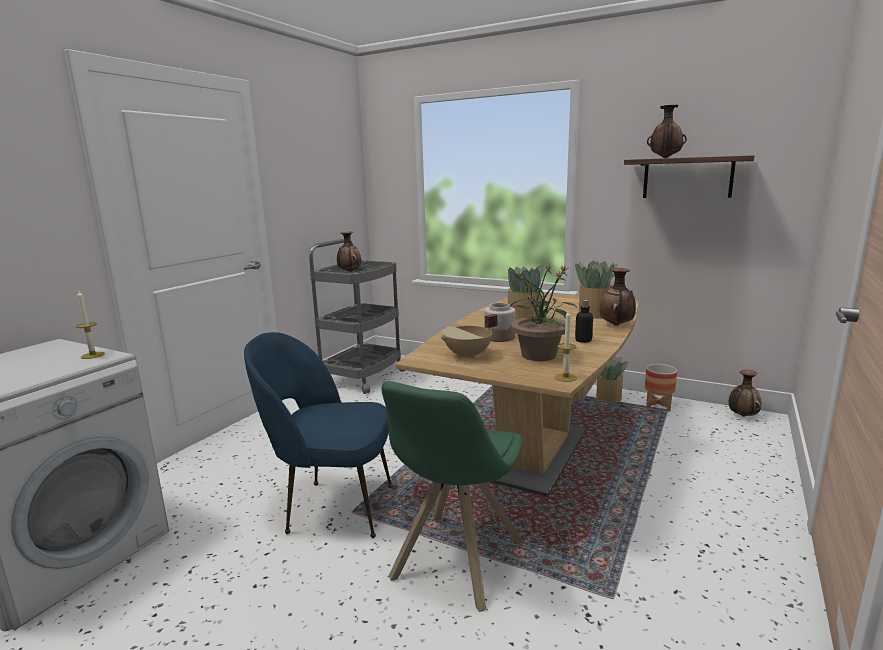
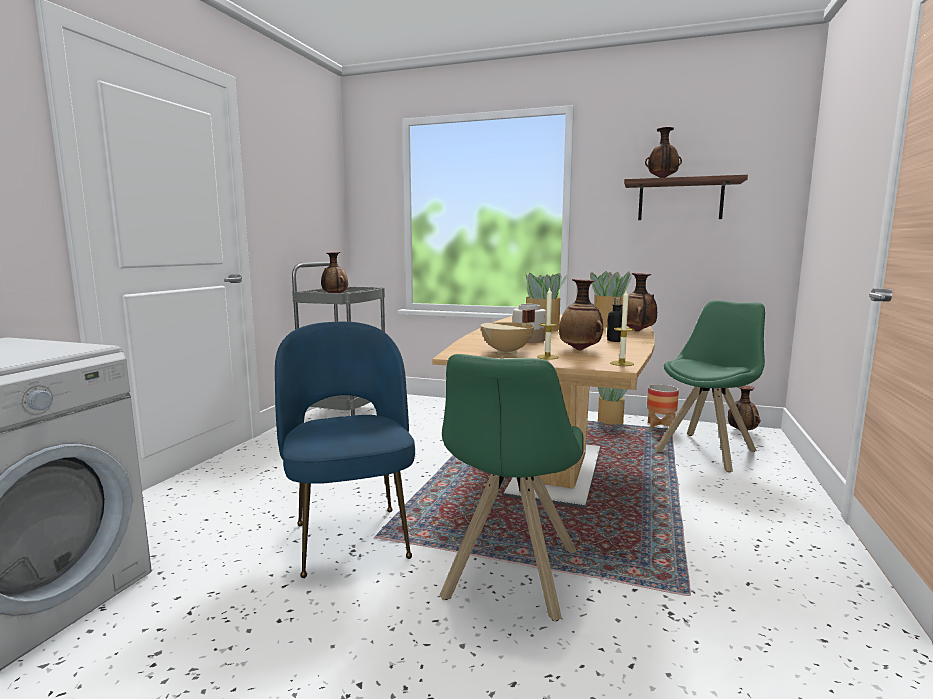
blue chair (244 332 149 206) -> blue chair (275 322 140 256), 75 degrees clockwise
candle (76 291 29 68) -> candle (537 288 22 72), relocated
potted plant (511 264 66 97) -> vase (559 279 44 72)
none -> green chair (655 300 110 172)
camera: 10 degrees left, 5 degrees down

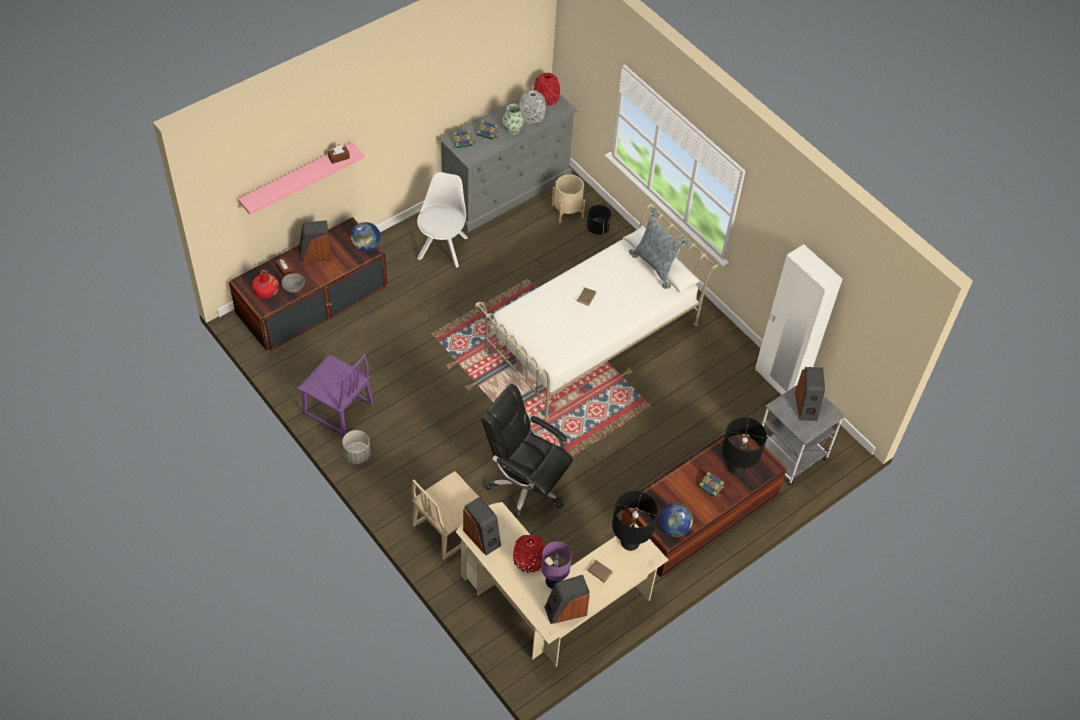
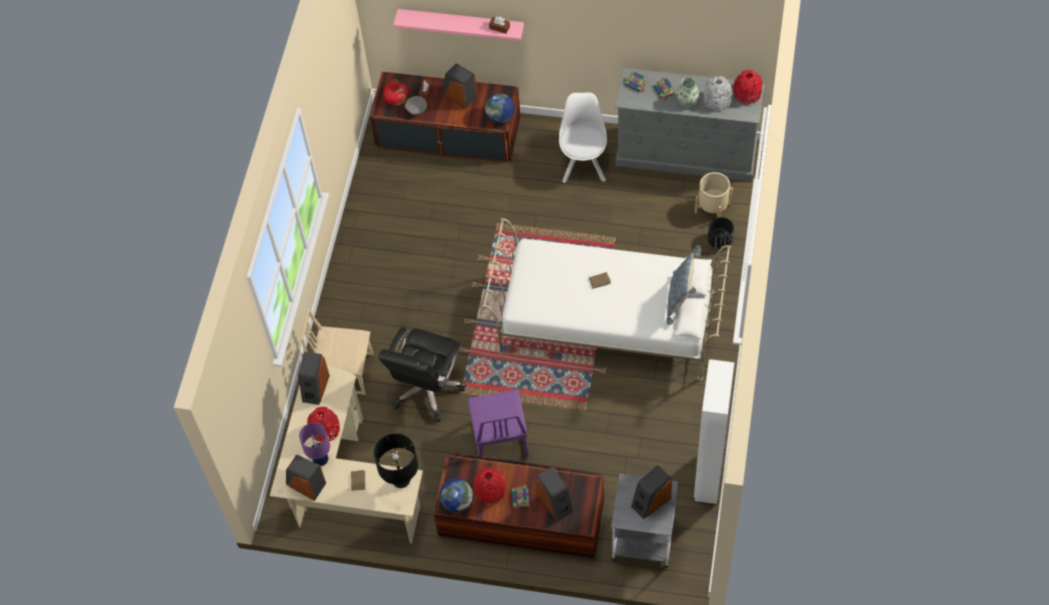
black office chair (481 384 92 134) -> black office chair (378 327 88 95), 150 degrees counterclockwise
purple chair (297 354 76 82) -> purple chair (468 389 61 69), relocated
none -> red vase (474 467 31 36)
black table lamp (722 417 45 59) -> speaker (536 467 37 54)
white chair (417 172 51 96) -> white chair (559 92 48 91), 60 degrees counterclockwise
grey planter (342 430 28 34) -> none
camera: 55 degrees right, 5 degrees up

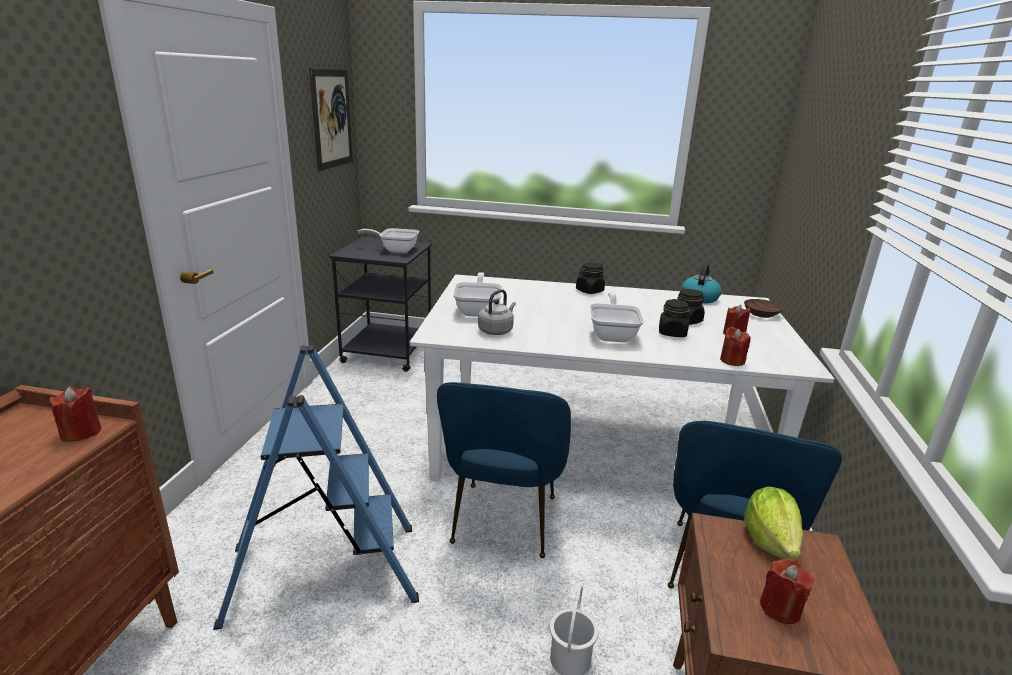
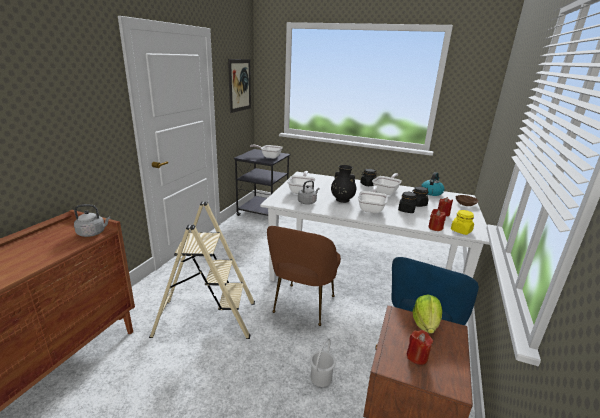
red candle (49 387 53 55) -> grey kettle (74 204 37 33)
blue step ladder (213 345 206 285) -> beige step ladder (149 202 106 137)
blue chair (437 382 134 176) -> brown chair (267 226 74 100)
none -> black vase (331 165 25 38)
none -> frying pan (372 173 30 22)
none -> yellow jar (451 210 23 25)
camera: 10 degrees right, 0 degrees up

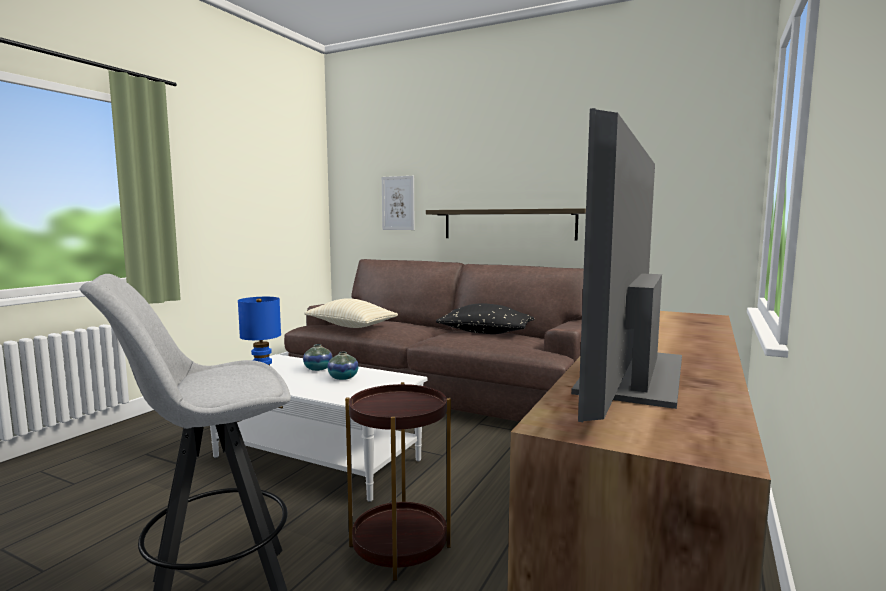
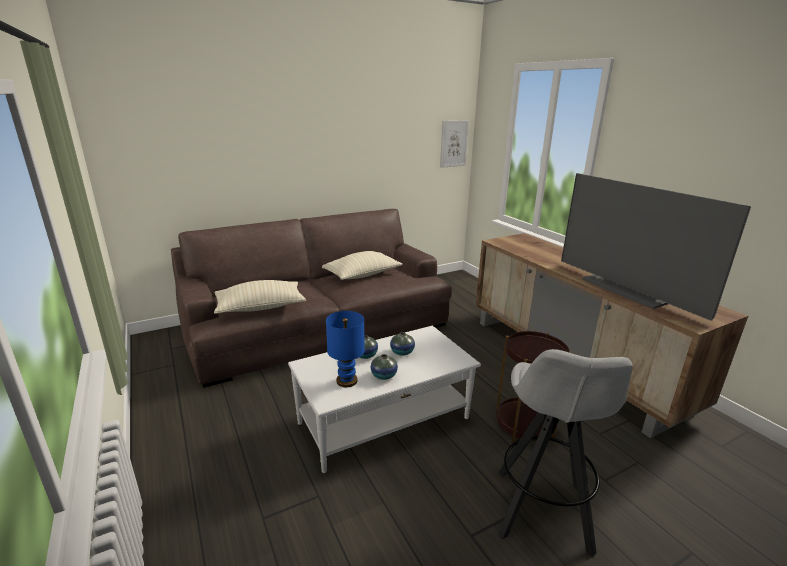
black pillow (436 303 99 31) -> beige pillow (322 251 80 29)
none -> vase (371 354 27 26)
picture (382 176 33 54) -> picture (440 120 29 48), relocated
shelf (426 208 160 32) -> none
camera: 55 degrees left, 15 degrees up

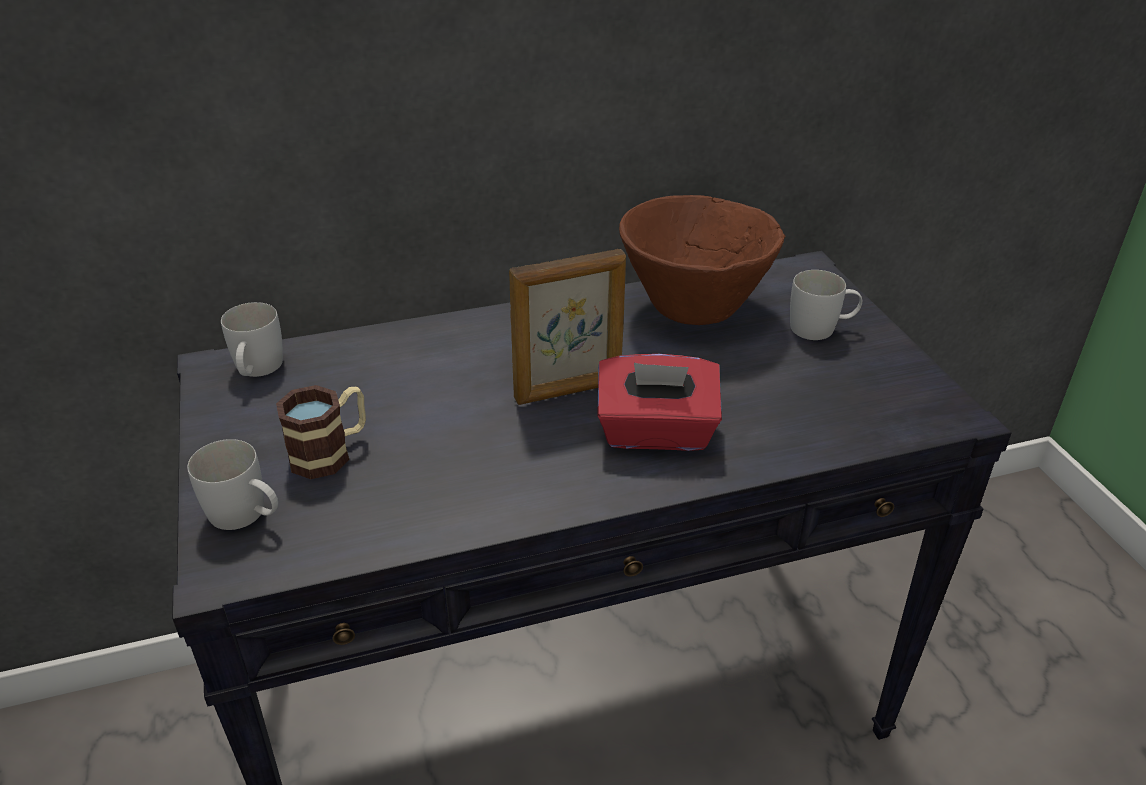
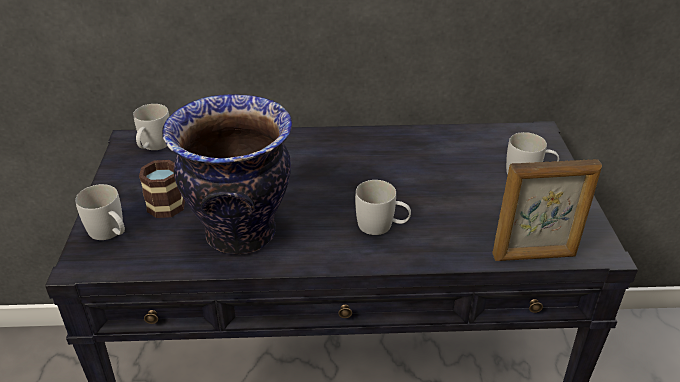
none -> vase (162 94 130 160)
red tissue box (597 354 125 97) -> white mug (355 180 56 55)
picture frame (509 249 117 156) -> picture frame (492 159 110 102), relocated
brown bowl (619 195 166 130) -> none
camera: 15 degrees right, 0 degrees up

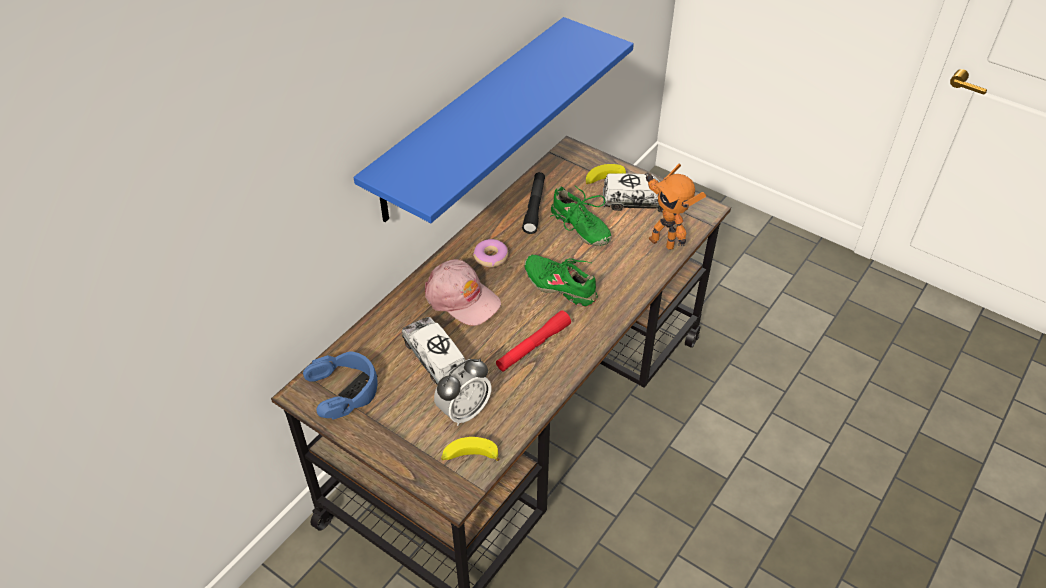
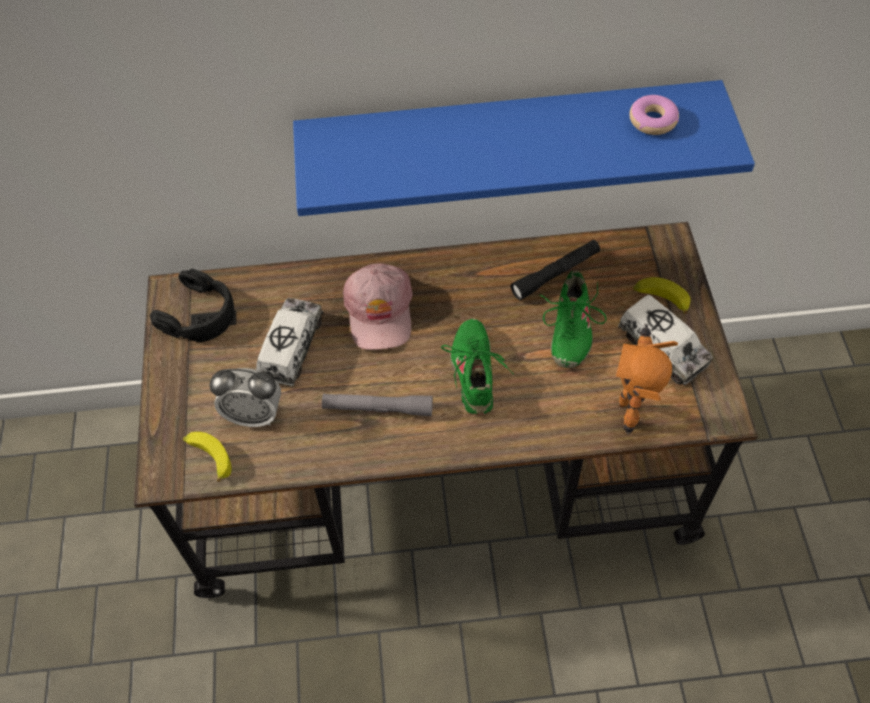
blue headphones (303 351 75 69) -> black headphones (150 269 84 73)
red flashlight (496 310 75 61) -> grey flashlight (322 394 111 22)
donut (473 239 36 28) -> donut (629 95 50 40), relocated
camera: 50 degrees right, 10 degrees up

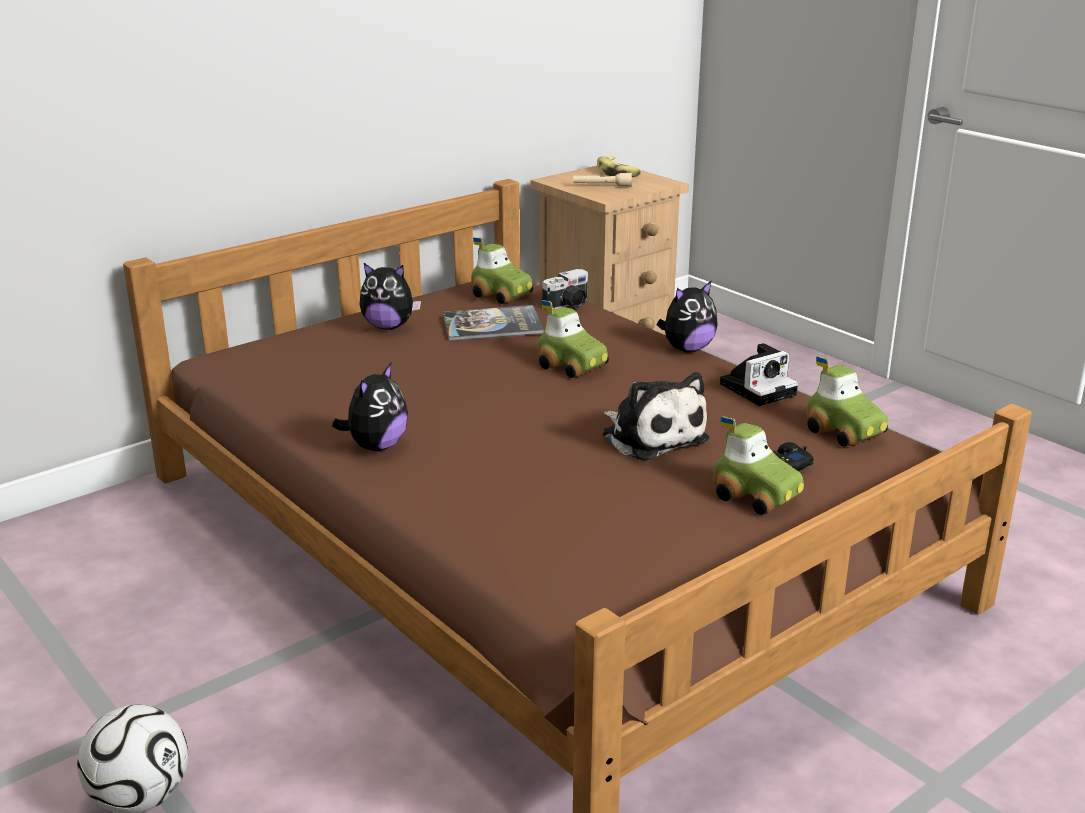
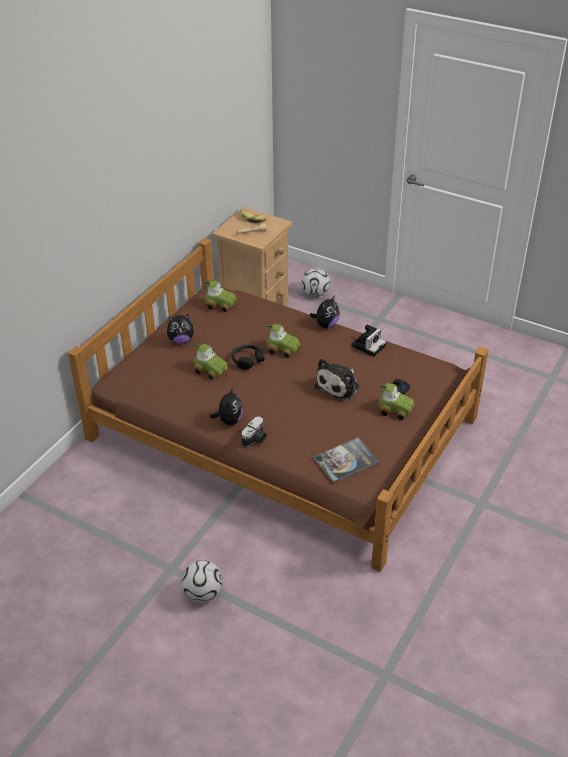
toy car (807 356 81 91) -> toy car (194 344 34 36), relocated
none -> black headphones (231 345 33 25)
photo camera (542 269 46 41) -> photo camera (242 416 25 31), relocated
none -> football (301 267 29 30)
book (443 305 101 36) -> book (313 437 66 46), relocated
plush toy (603 372 106 89) -> plush toy (314 358 45 43), 90 degrees clockwise
camera: 20 degrees left, 15 degrees up

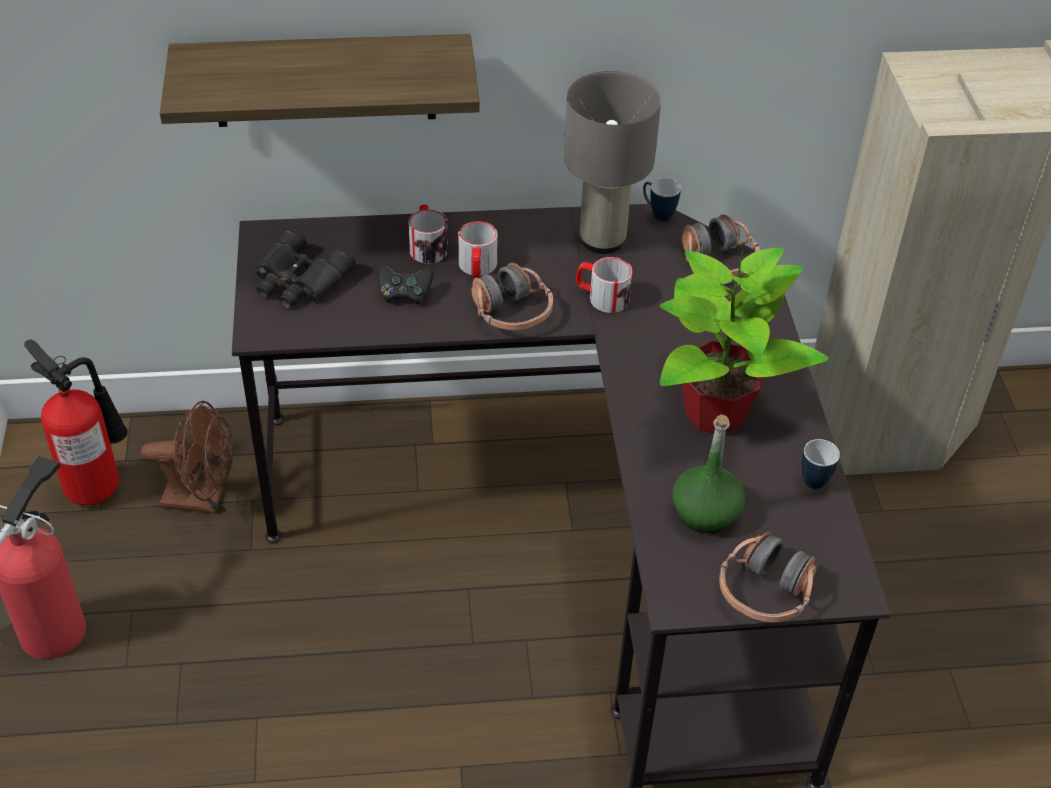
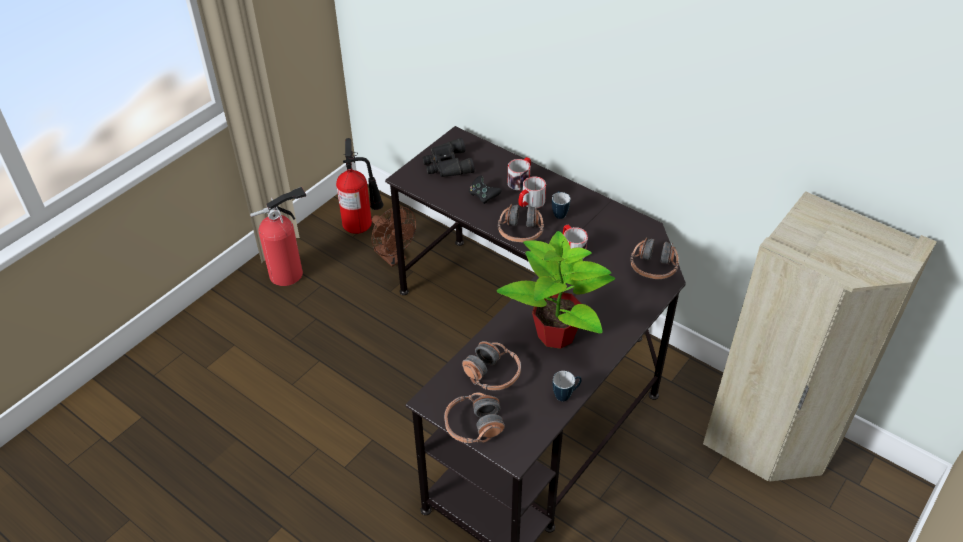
green bottle (672 414 73 119) -> headphones (462 341 59 49)
mug (643 178 38 44) -> mug (552 191 19 28), relocated
shelf (160 34 320 93) -> none
grey table lamp (564 71 97 183) -> none
camera: 45 degrees right, 0 degrees up

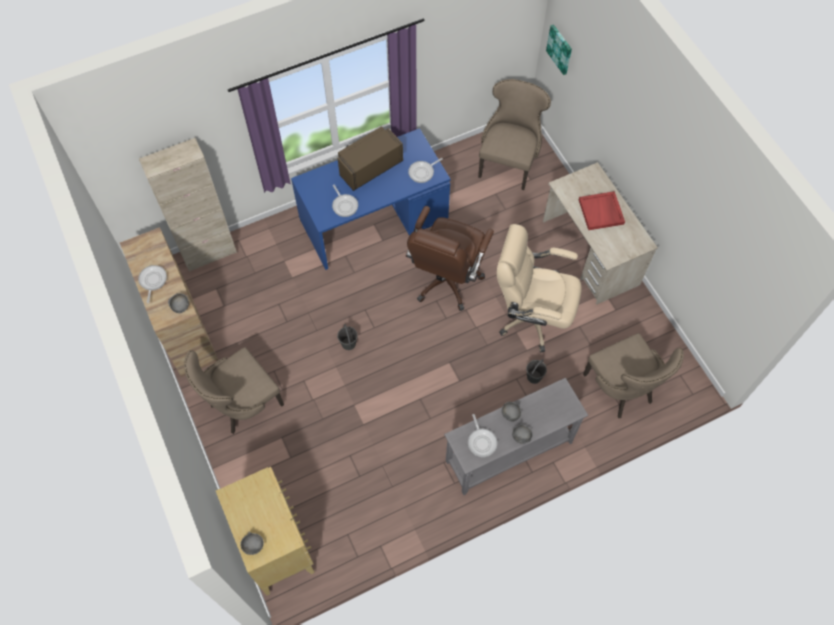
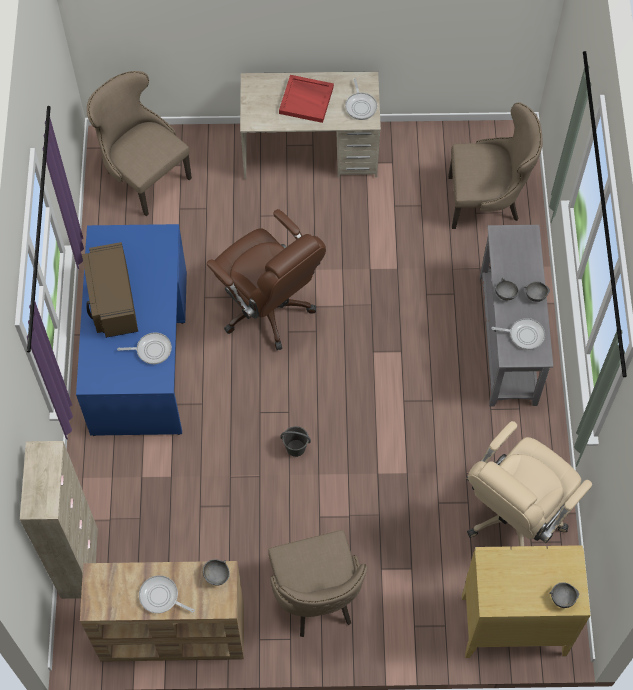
frying pan (408 158 35 25) -> frying pan (345 78 32 42), relocated
beige office chair (497 224 85 129) -> beige office chair (466 421 126 125), relocated
grey bucket (526 359 21 25) -> none
picture (546 24 26 51) -> none
camera: 65 degrees left, 0 degrees up

